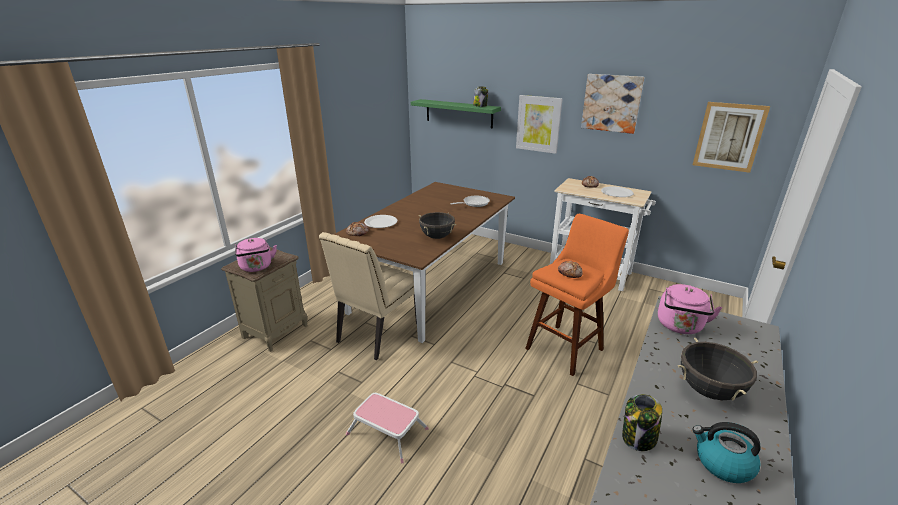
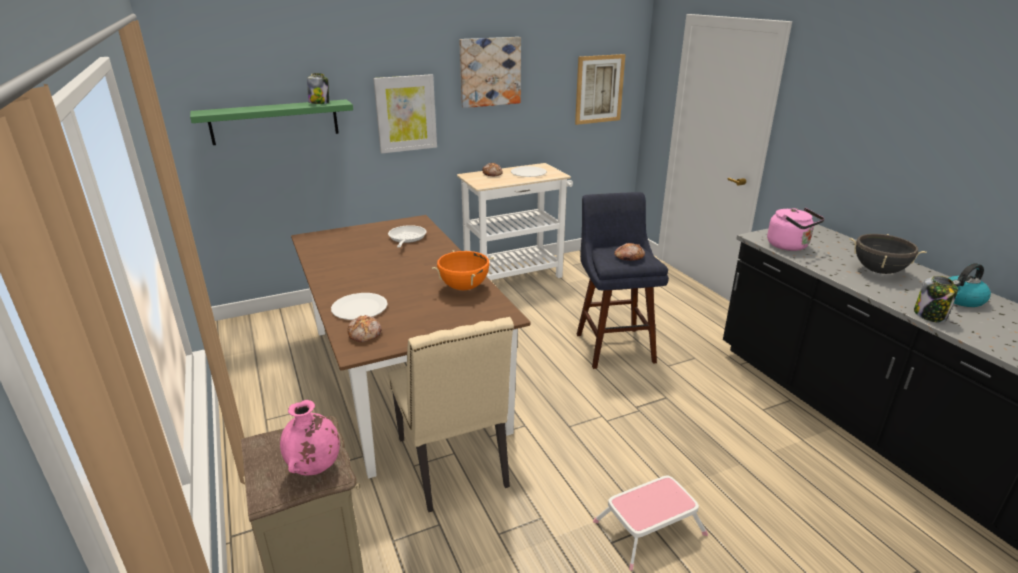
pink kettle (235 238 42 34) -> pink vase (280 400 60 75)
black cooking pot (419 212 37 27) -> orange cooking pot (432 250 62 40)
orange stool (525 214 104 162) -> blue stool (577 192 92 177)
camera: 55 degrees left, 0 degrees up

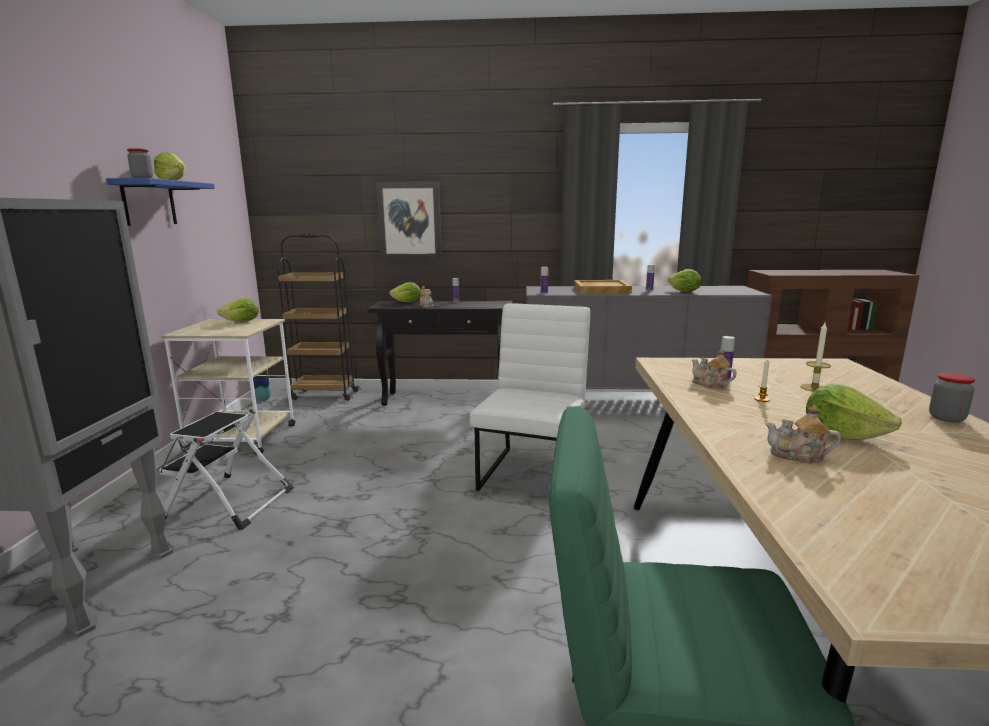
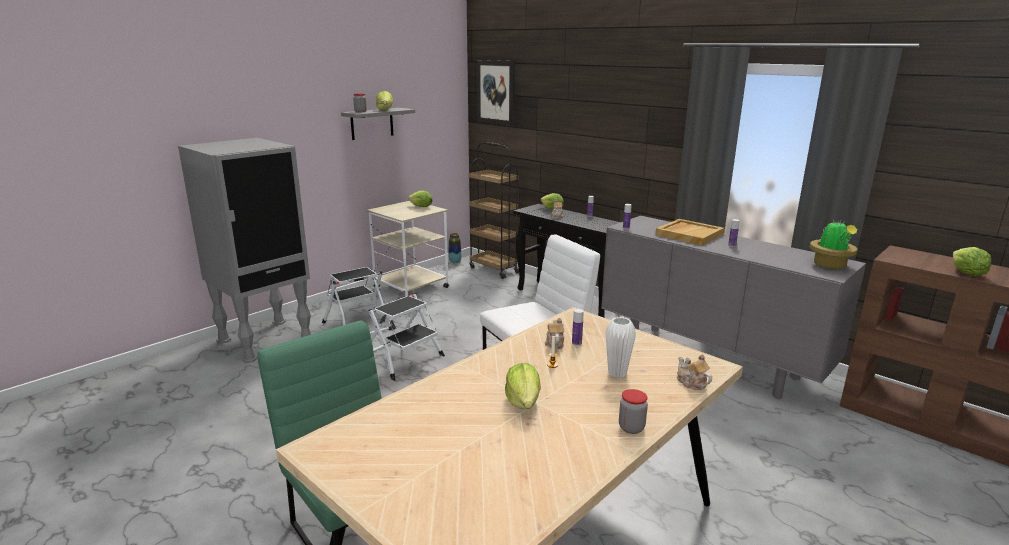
blue shelf (106 178 109 48) -> grey shelf (341 108 74 32)
none -> step ladder (368 293 77 88)
picture (376 181 66 79) -> picture (476 60 39 66), relocated
candle (800 323 31 69) -> white vase (606 317 30 61)
teapot (765 406 76 58) -> teapot (677 354 35 36), relocated
none -> potted plant (810 218 48 51)
lettuce (668 269 33 23) -> lettuce (953 247 38 29), relocated
camera: 40 degrees right, 5 degrees up

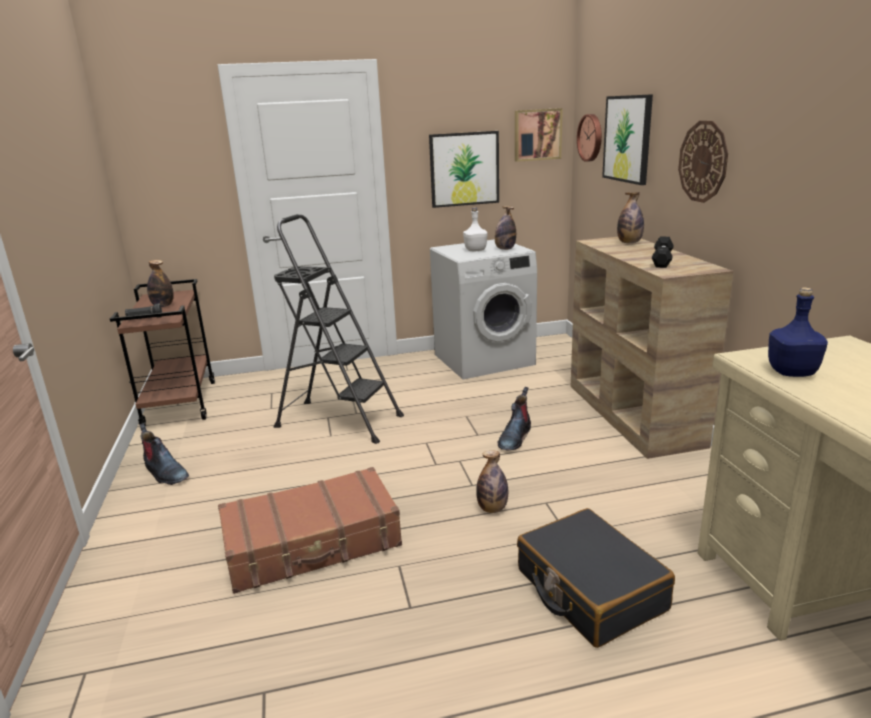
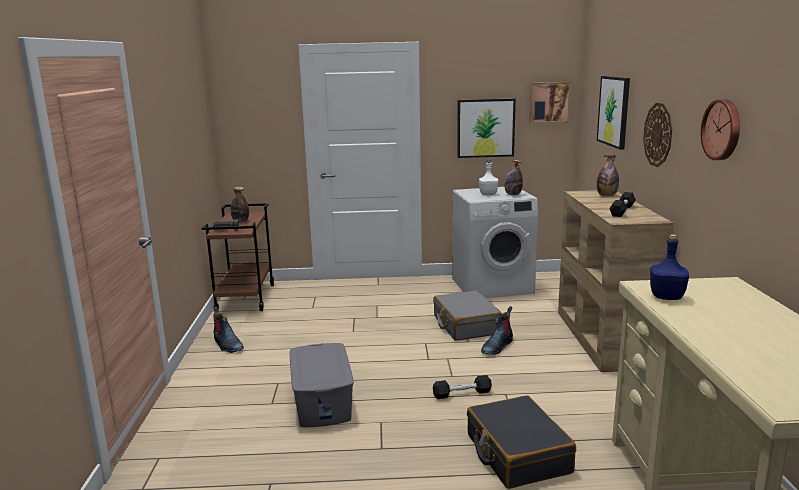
brown suitcase (218 467 184 127) -> grey storage box (290 343 64 84)
none -> grey suitcase (433 290 69 51)
bottle (476 451 32 62) -> black dumbbell (433 375 59 24)
wall clock (577 114 25 48) -> wall clock (701 99 39 61), relocated
step ladder (273 214 131 230) -> none
camera: 10 degrees right, 5 degrees down

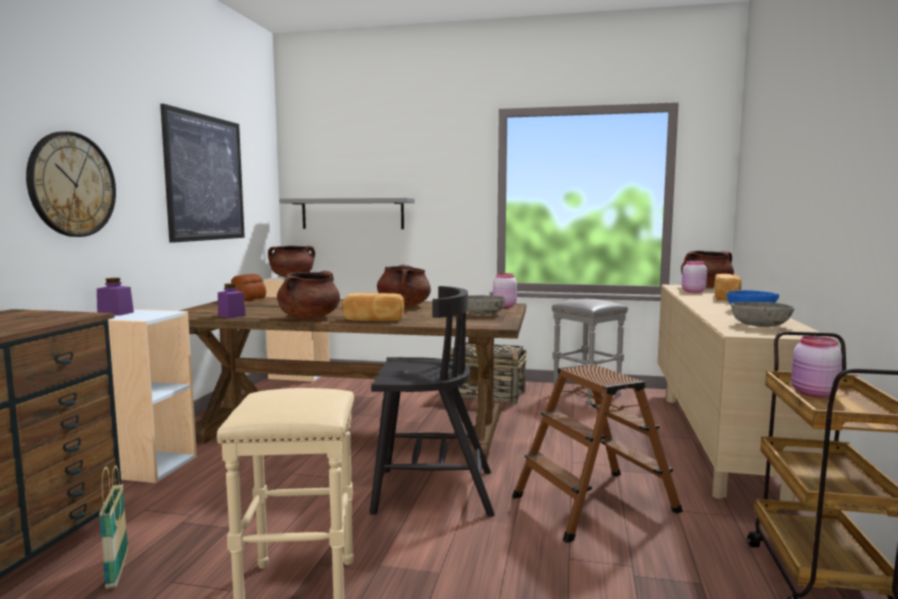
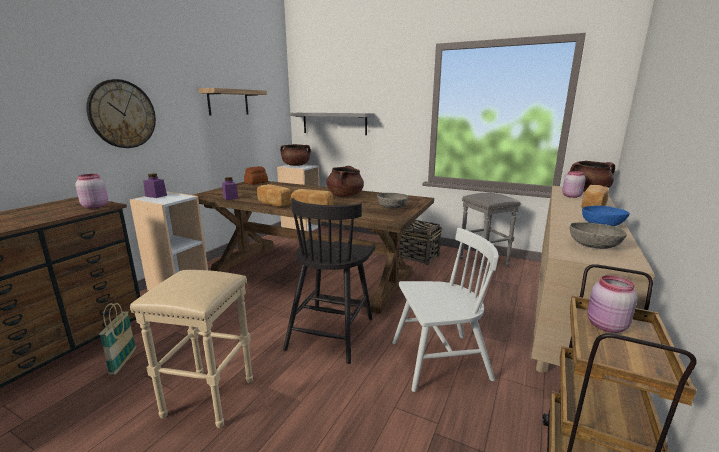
pink jar (493 273 24 34) -> pink jar (75 174 33 35), relocated
picture (160 104 85 139) -> shelf (198 88 69 28)
brown cooking pot (277 271 63 48) -> bread (257 184 34 22)
black chair (370 286 125 231) -> black chair (283 198 92 166), 90 degrees clockwise
brown step ladder (512 363 171 180) -> white chair (392 228 106 164)
camera: 15 degrees right, 10 degrees up

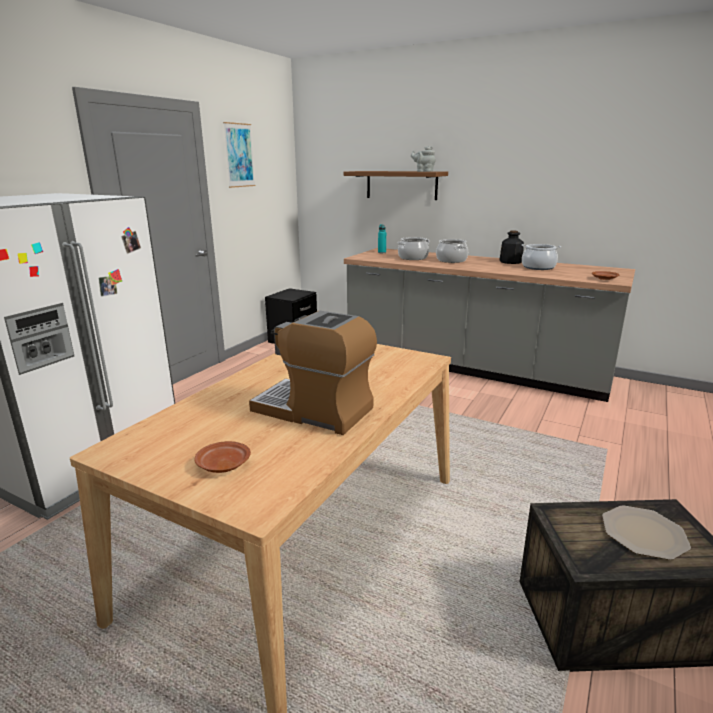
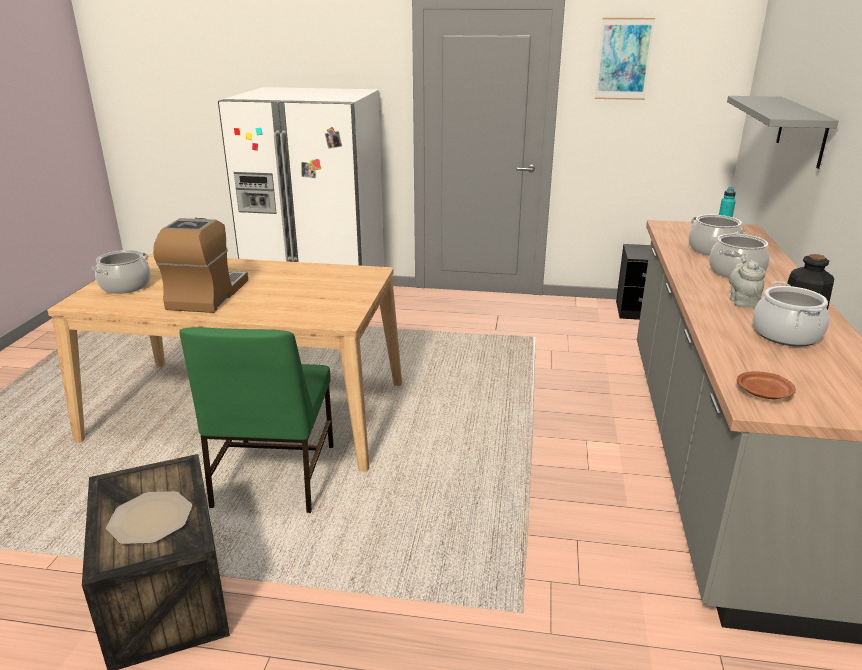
brown plate (195 441 56 32) -> cooking pot (92 250 59 44)
none -> green chair (179 327 155 186)
brown shelf (344 171 104 29) -> grey shelf (727 96 111 73)
grey teapot (411 146 25 26) -> grey teapot (729 258 37 50), relocated
camera: 70 degrees right, 5 degrees up

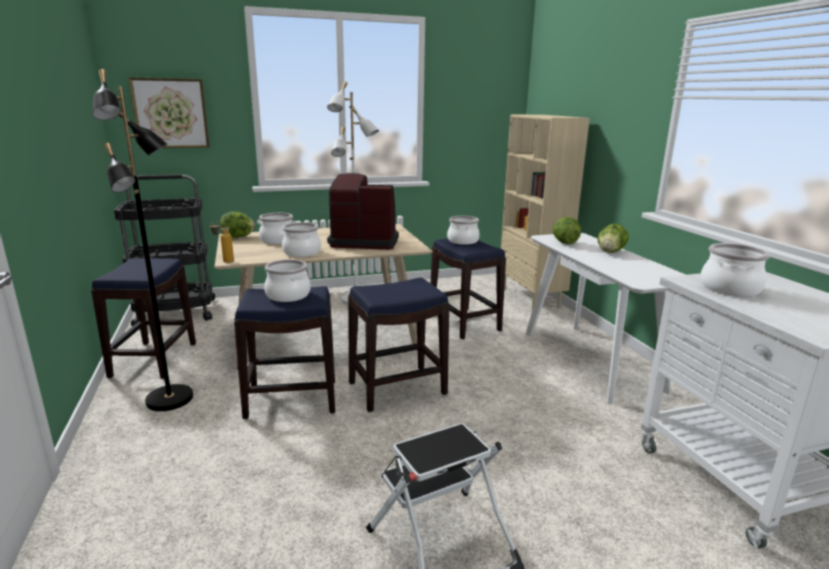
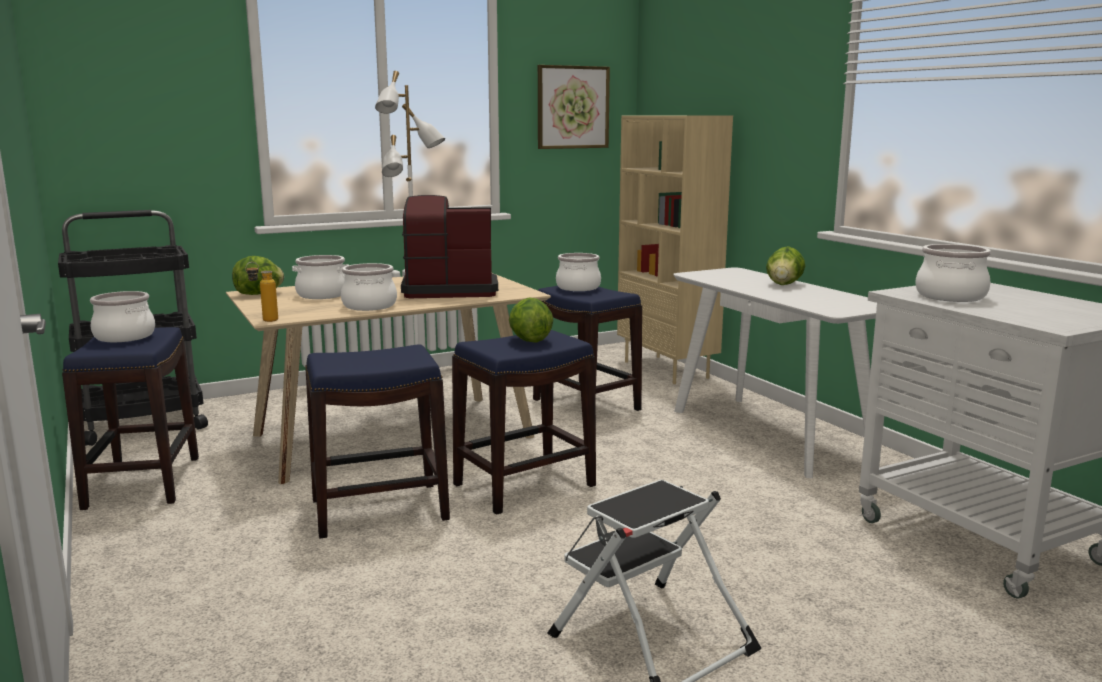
cooking pot (264 259 46 43) -> cooking pot (90 291 65 51), relocated
lettuce (553 217 28 27) -> lettuce (509 298 44 44), relocated
picture (129 77 81 72) -> picture (538 65 72 84), relocated
black floor lamp (93 69 100 342) -> none
camera: 10 degrees left, 5 degrees down

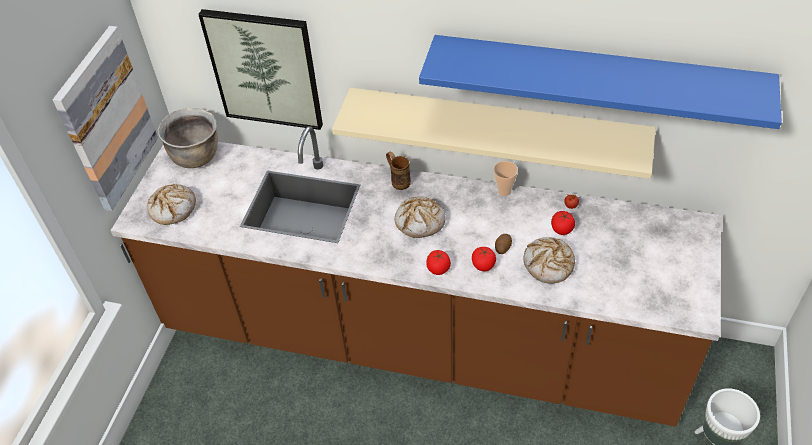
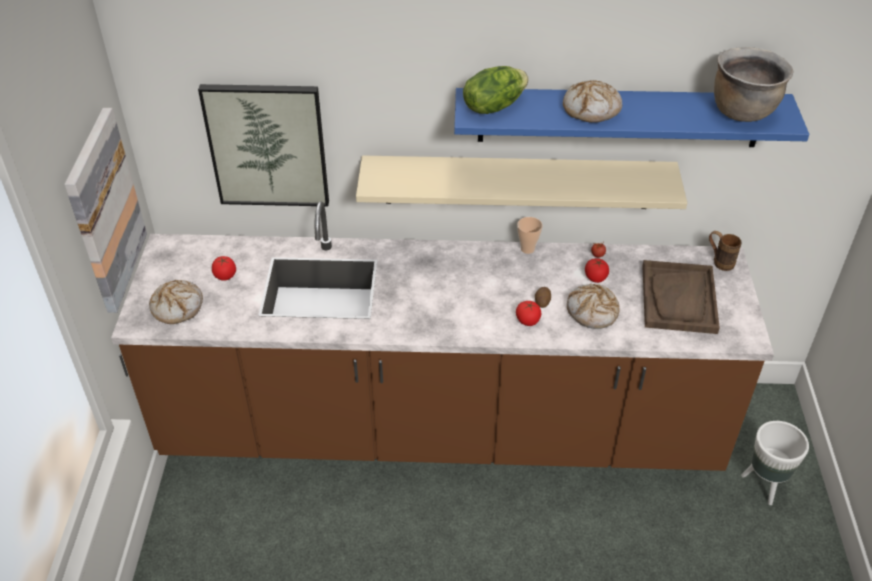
tomato (426 250 25 25) -> tomato (212 256 24 25), relocated
none -> lettuce (463 66 66 48)
bread (395 197 51 41) -> bread (563 80 59 43), relocated
none -> brown tray (642 260 78 74)
brown mug (386 152 25 38) -> brown mug (709 231 32 40), relocated
brown cooking pot (157 108 61 60) -> brown cooking pot (714 47 79 75), relocated
camera: 15 degrees left, 5 degrees down

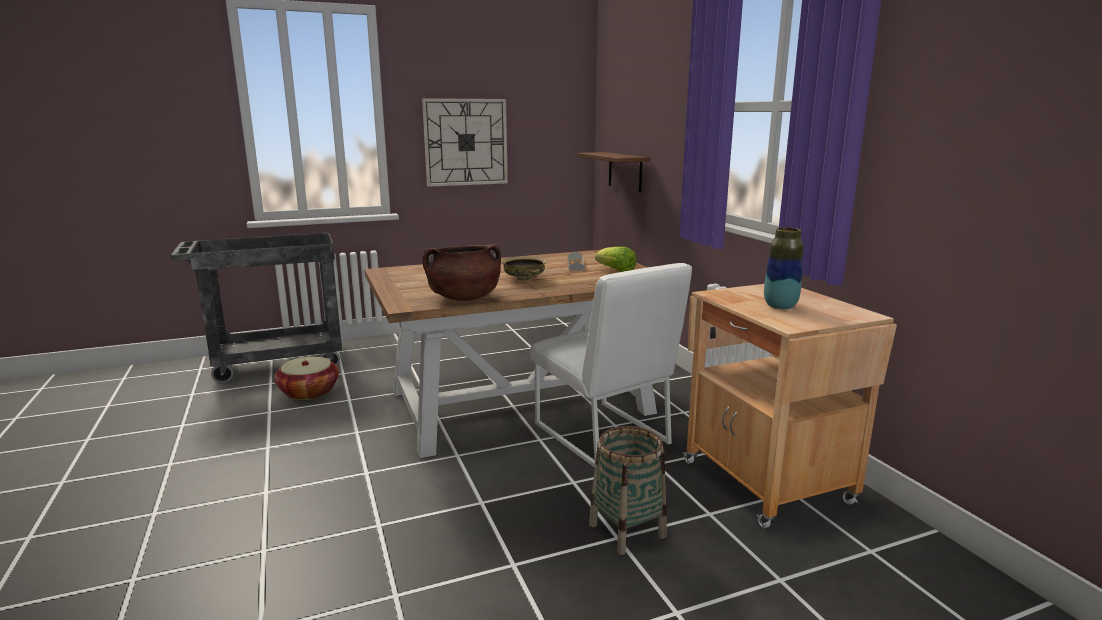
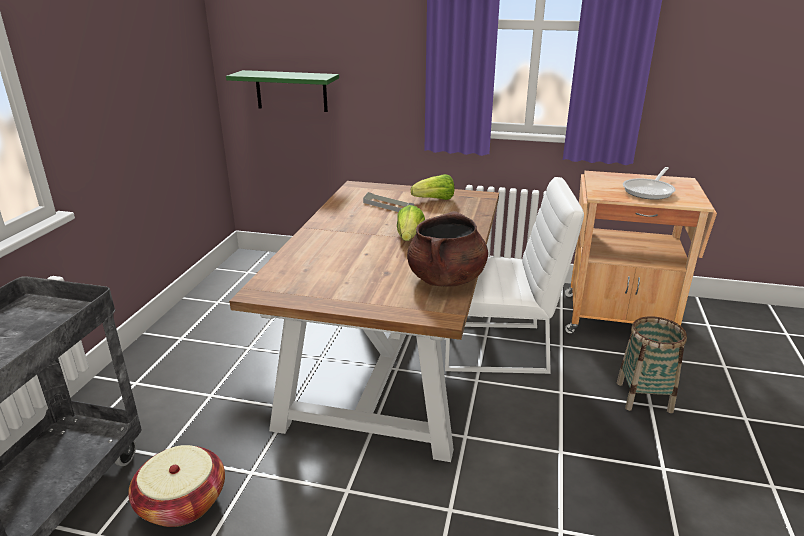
brown shelf (578 152 71 41) -> green shelf (226 70 113 42)
beige bowl (501 256 46 25) -> lettuce (397 205 28 36)
vase (764 227 39 82) -> frying pan (623 167 52 33)
wall clock (422 98 86 89) -> none
camera: 55 degrees left, 10 degrees up

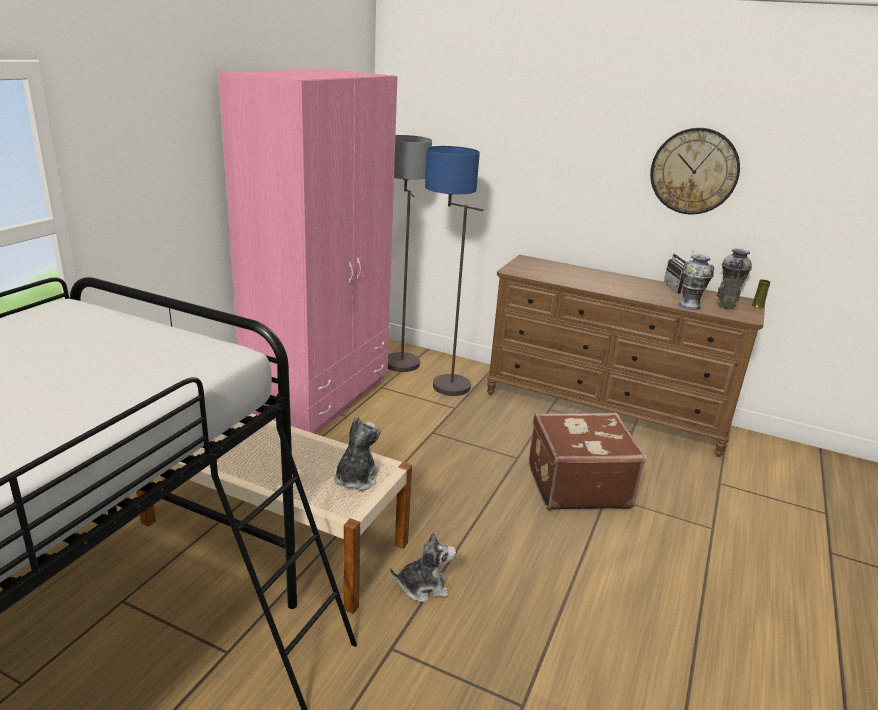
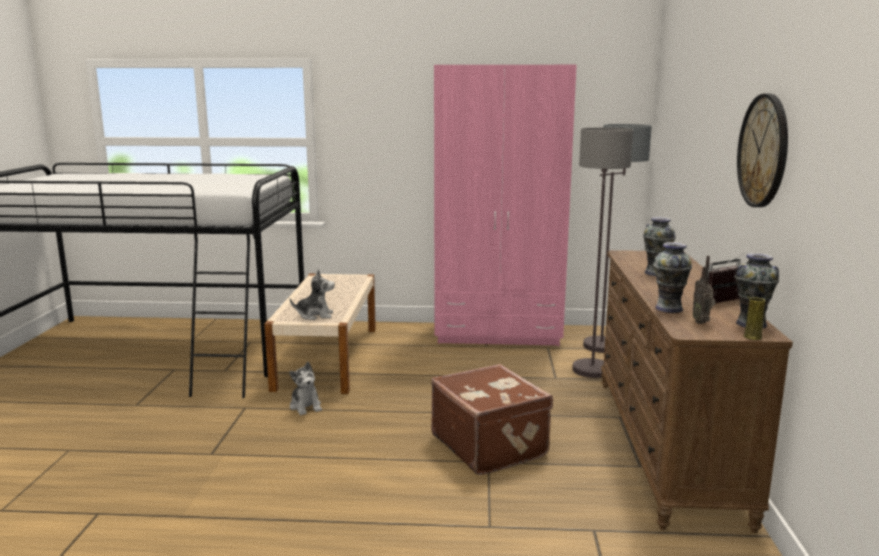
blue floor lamp (425 146 58 250) -> grey floor lamp (572 128 61 250)
none -> vase (643 217 33 59)
camera: 70 degrees right, 10 degrees down

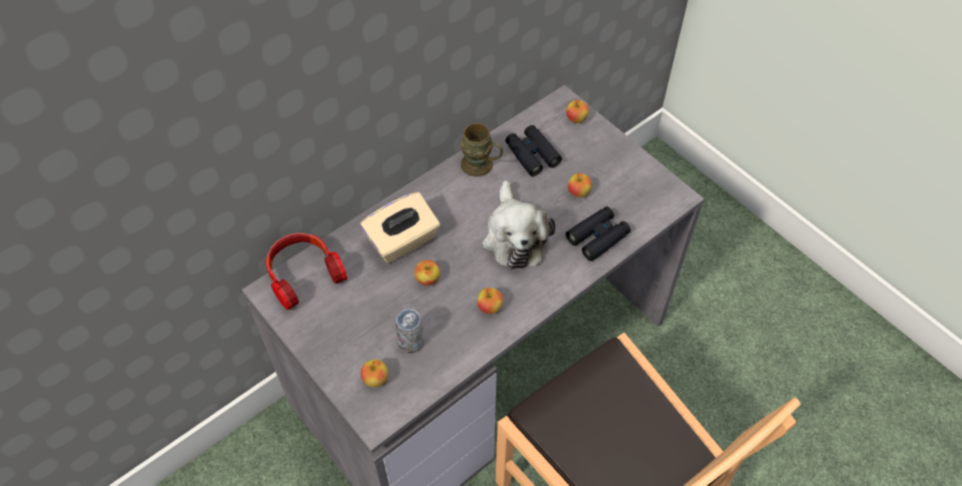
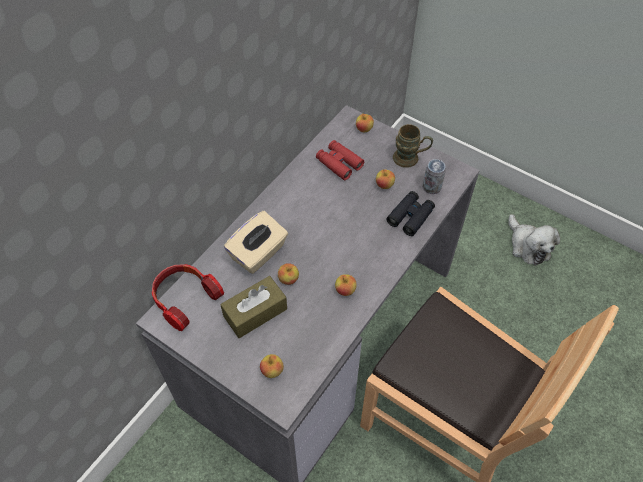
none -> brown tissue box (220 276 67 62)
black binoculars (505 125 57 52) -> red binoculars (316 140 48 40)
brown mug (461 123 42 54) -> brown mug (393 124 40 44), relocated
can (395 309 29 44) -> can (423 159 23 35), relocated
plush toy (482 180 73 90) -> plush toy (508 214 52 52), relocated
camera: 15 degrees left, 0 degrees up

